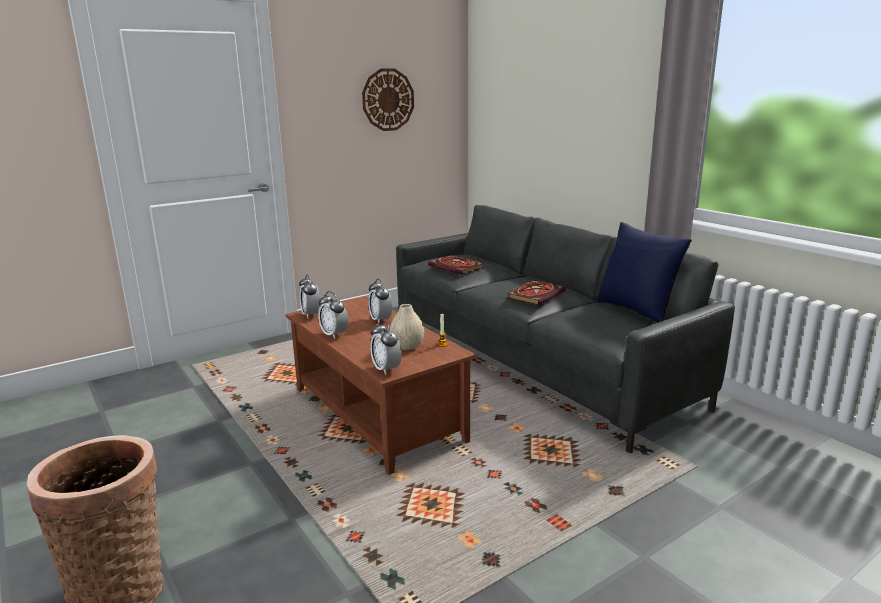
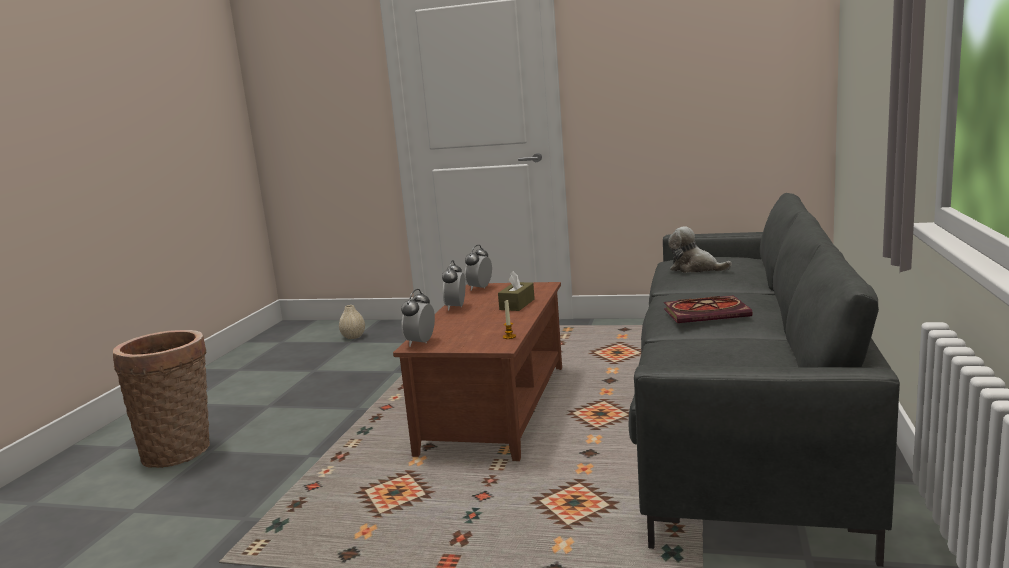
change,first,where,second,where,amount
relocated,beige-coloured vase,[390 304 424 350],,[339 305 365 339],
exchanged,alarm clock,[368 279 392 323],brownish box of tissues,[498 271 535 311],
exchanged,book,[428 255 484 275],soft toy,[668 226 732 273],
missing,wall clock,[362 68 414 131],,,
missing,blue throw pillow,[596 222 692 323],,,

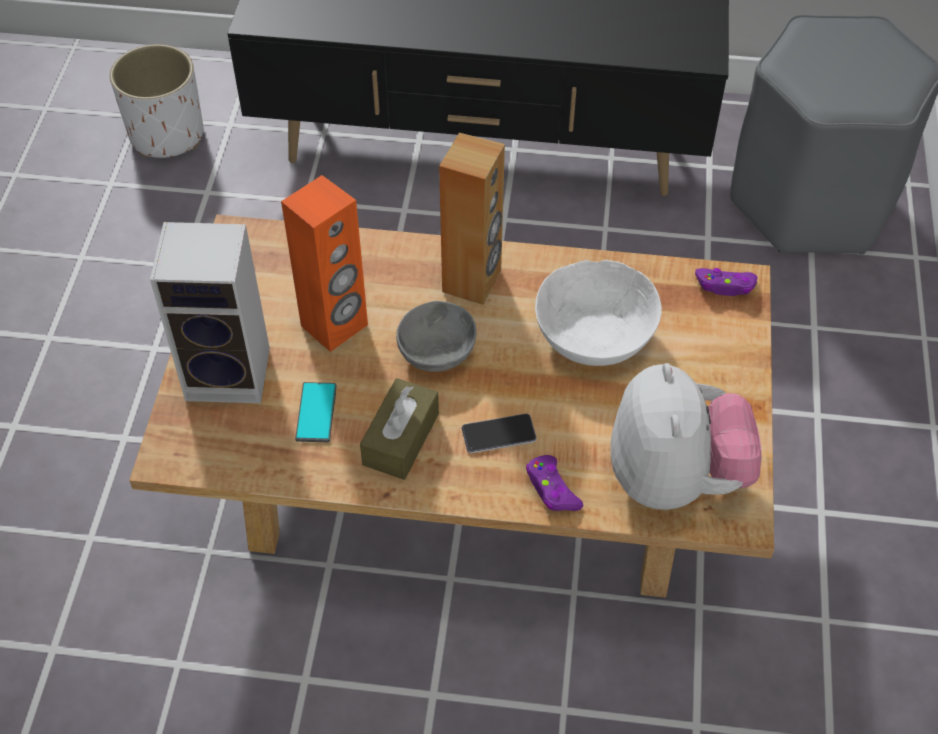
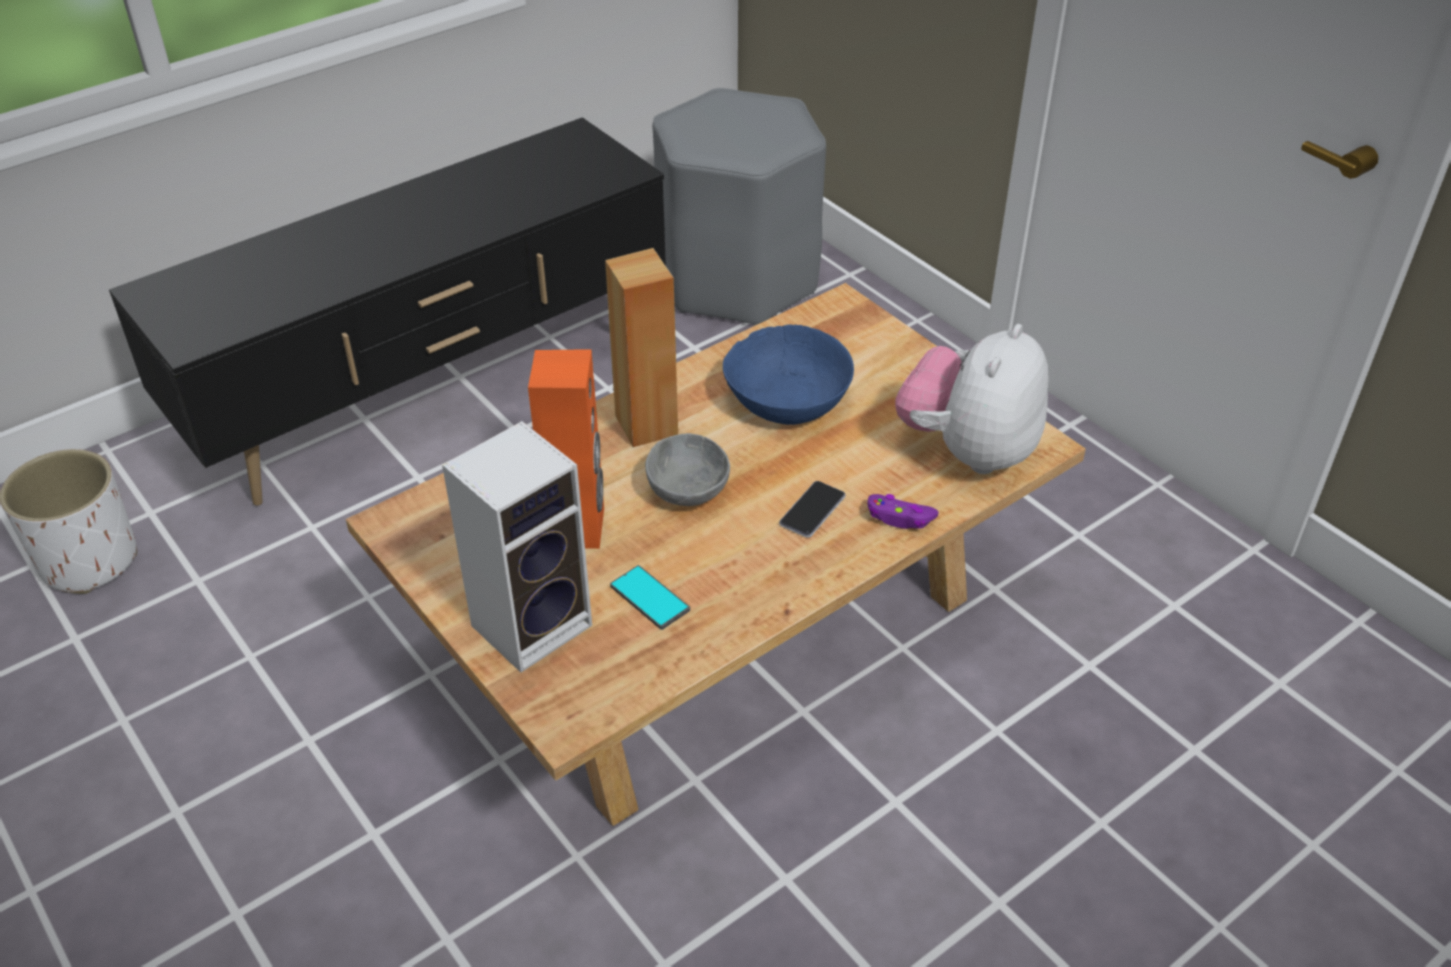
change,first,where,second,where,amount
colour,whitish bowl,[535 260 662 366],blue bowl,[723 324 854 425],
spun,soft toy,[611 363 761 510],,[895 324 1048 474],105 degrees counterclockwise
missing,brownish box of tissues,[360 378 439 480],,,
missing,purple joypad,[695 268 758 296],,,

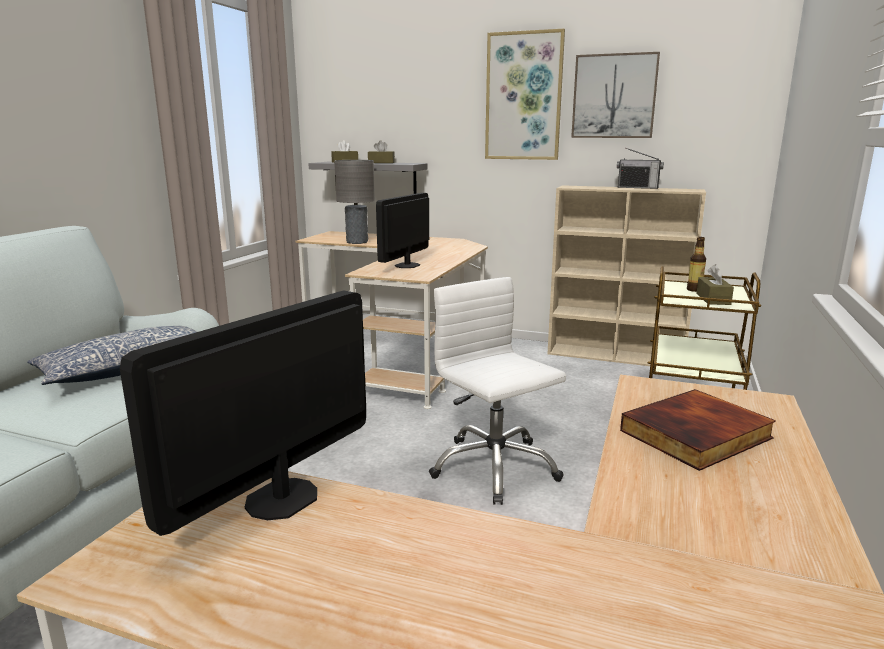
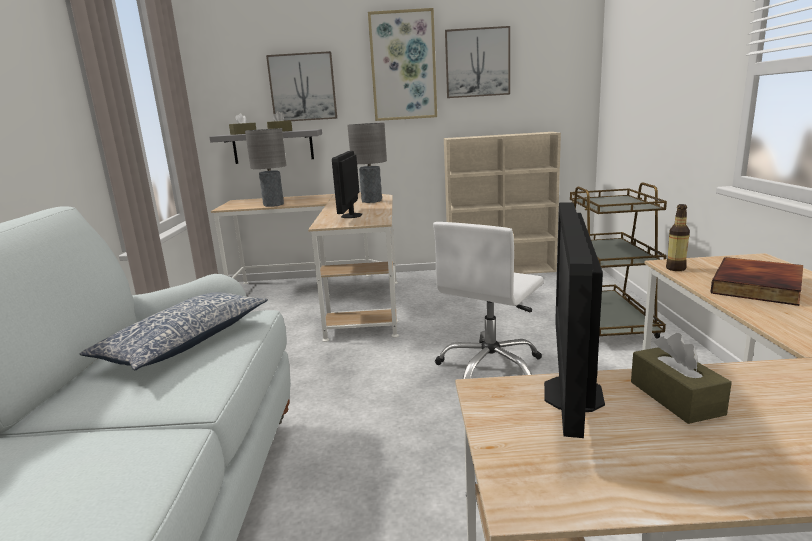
change,first,where,second,where,amount
appeared,,,wall picture,[266 51 337 121],
appeared,,,gray tabletop lamp,[347 123 387 203],
spun,whitish desk chair,[429 277 566 505],,[433 222 544 379],90 degrees counterclockwise
relocated,brownish box of tissues,[696 264 734 305],,[631 333 732 424],
relocated,beverage bottle,[687 237 706 292],,[666 204 690 271],
missing,radio,[617 148 664 189],,,

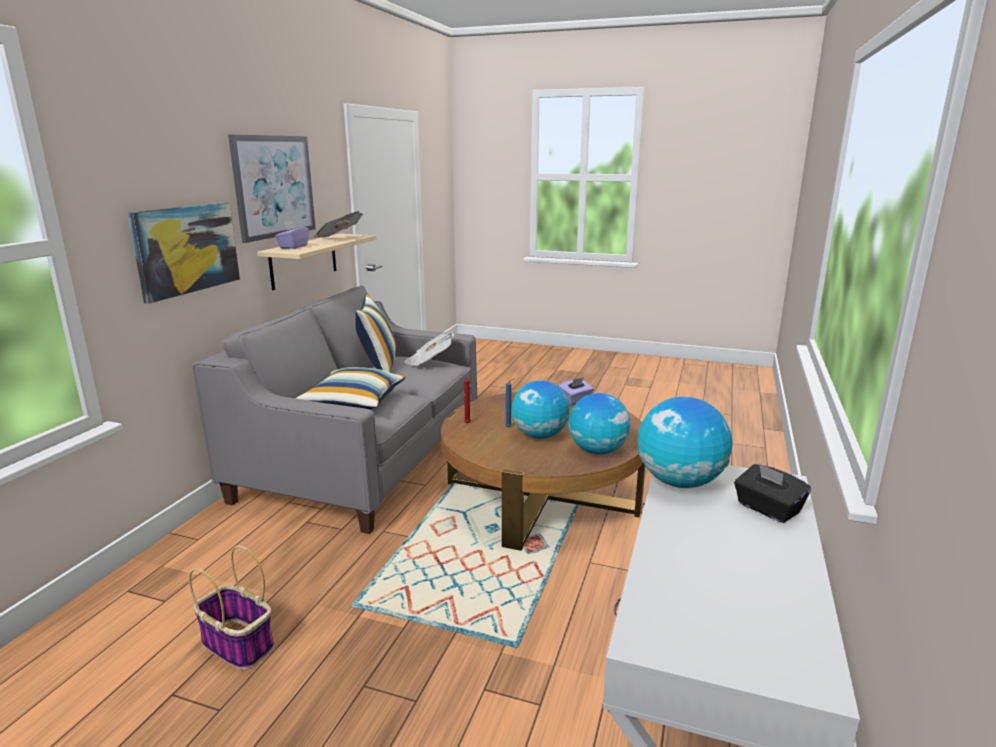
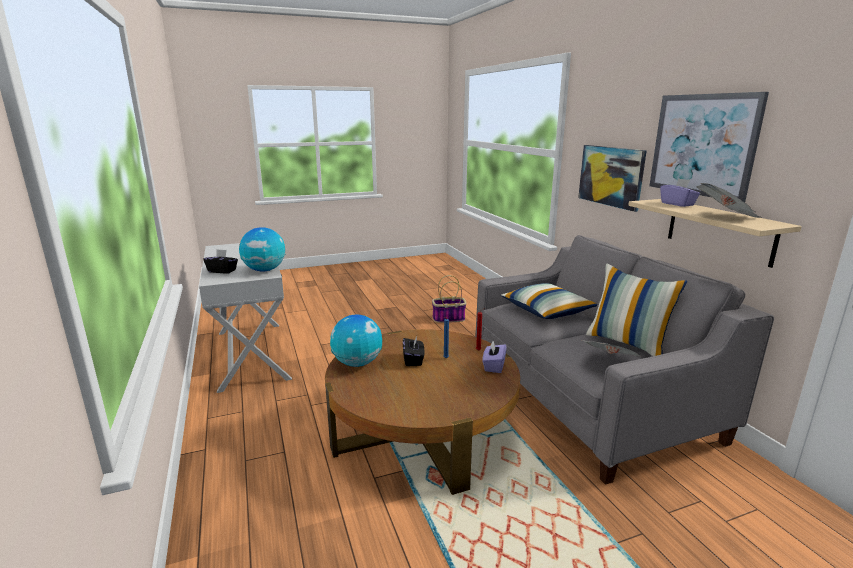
change,first,where,second,where,amount
exchanged,globe,[512 380 570 439],blackish box of tissues,[403 336 425 366],
relocated,purple box of tissues,[558 377 594 405],,[482 341 507 373],

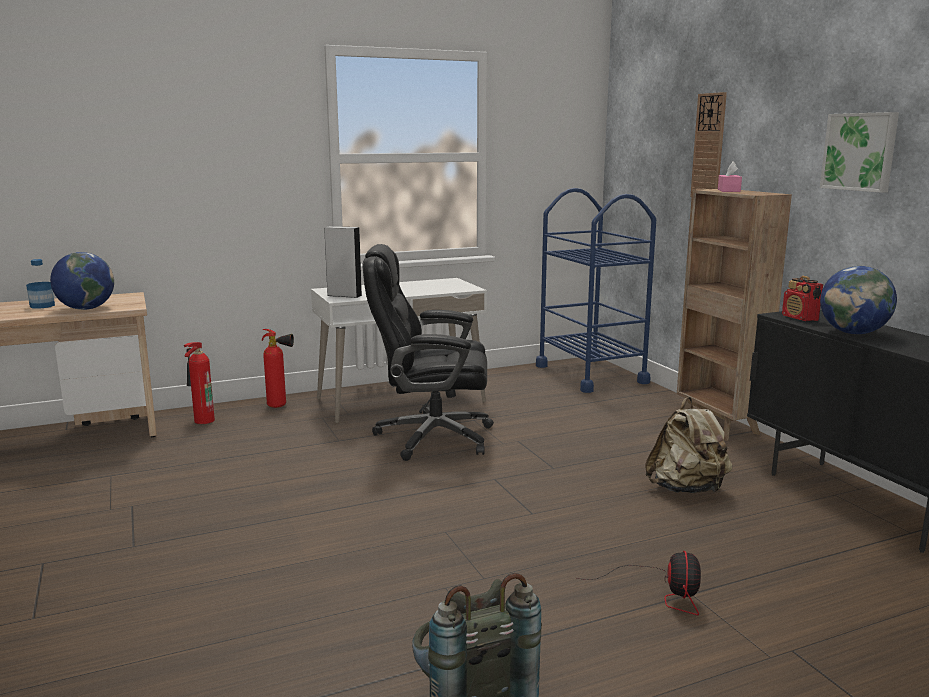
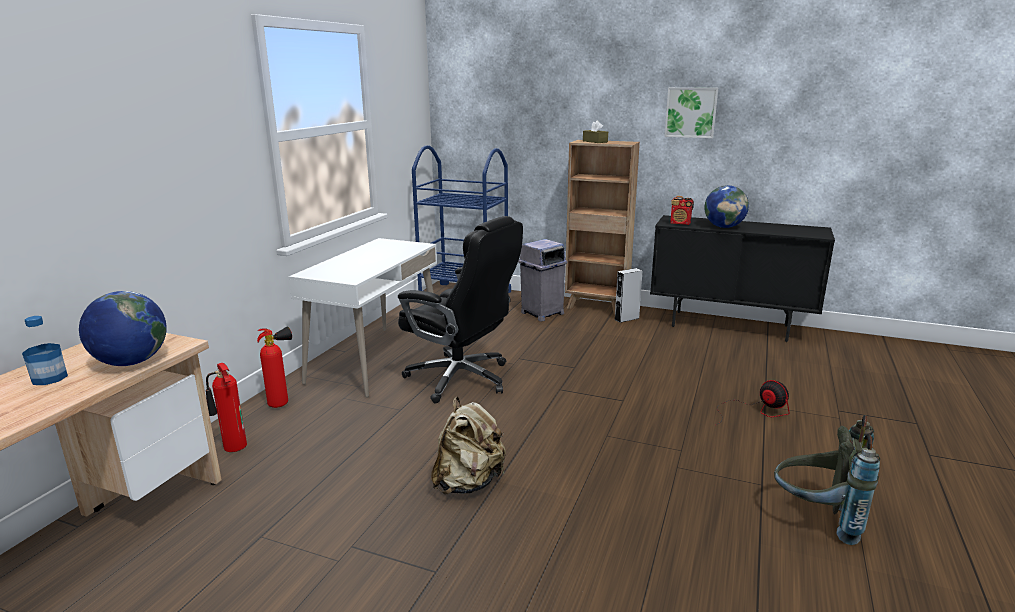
change,first,where,second,where,amount
spun,blackish desk chair,[362 244 494 461],,[398 216 523 403],105 degrees counterclockwise
relocated,beige-coloured backpack,[645 397 732 493],,[431 397 506 494],
appeared,,,gray waste bin,[518 239 567 321],
colour,pink-coloured box of tissues,[718 161 742 192],brownish box of tissues,[583 121 608 143],
relocated,gray audio speaker,[324 226 362 298],,[614 268 643 323],
missing,wall clock,[690 92 727 197],,,

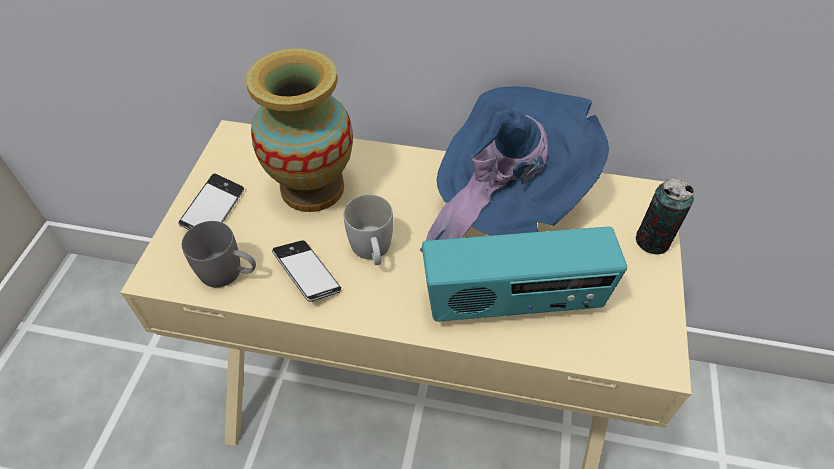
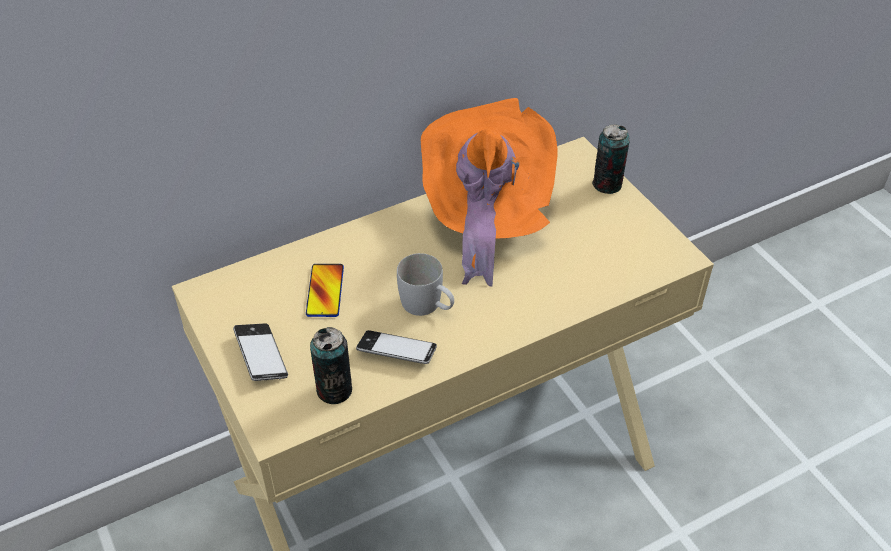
change,first,where,second,where,amount
exchanged,vase,[246 48 353 212],handset,[306 264 344 317],
exchanged,gray mug,[182 221 256 288],can,[310 327 352 404],
colour,blue hat,[420 86 609 253],orangey hat,[421 98 558 287],
missing,radio,[422 226 627 322],,,

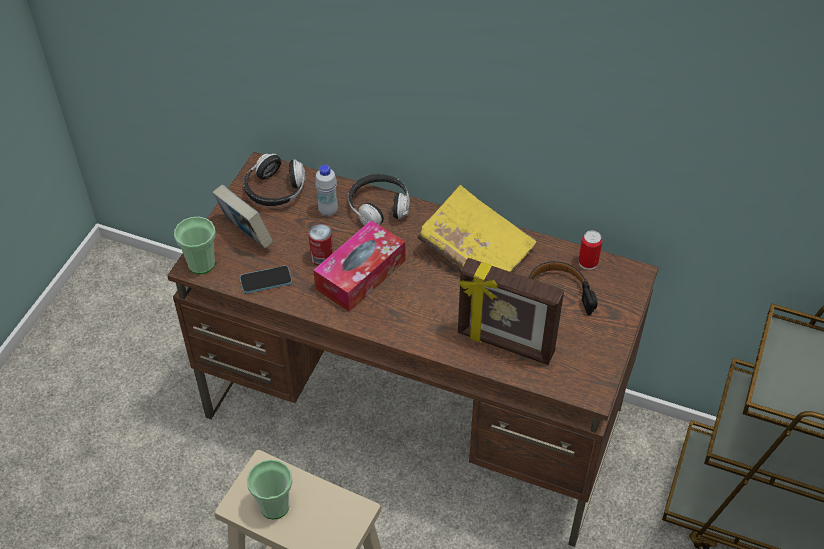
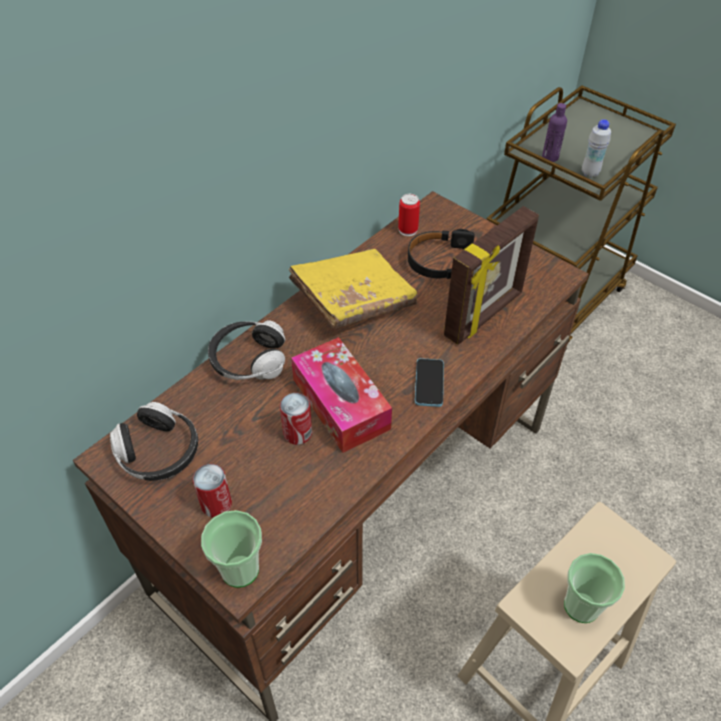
change,first,where,second,where,amount
exchanged,book,[212 185 273 249],can,[193 464 232 518],
relocated,handset,[240 266 292 293],,[415 358 444 407],
appeared,,,purple beverage bottle,[542 103 567 162],
relocated,whitish beverage bottle,[315 165 338 217],,[582 119 611 177],

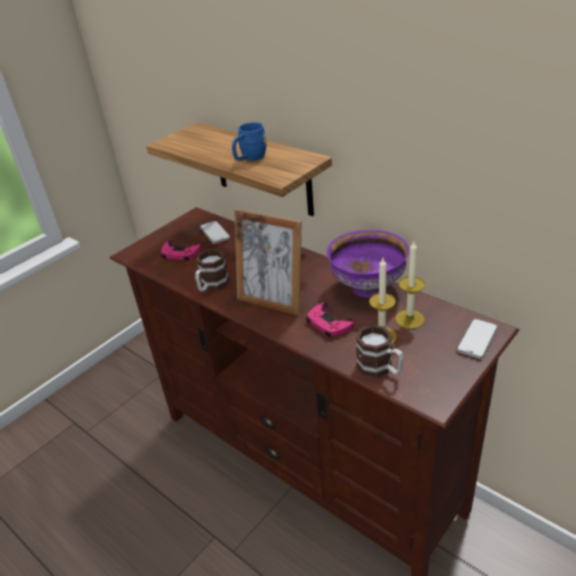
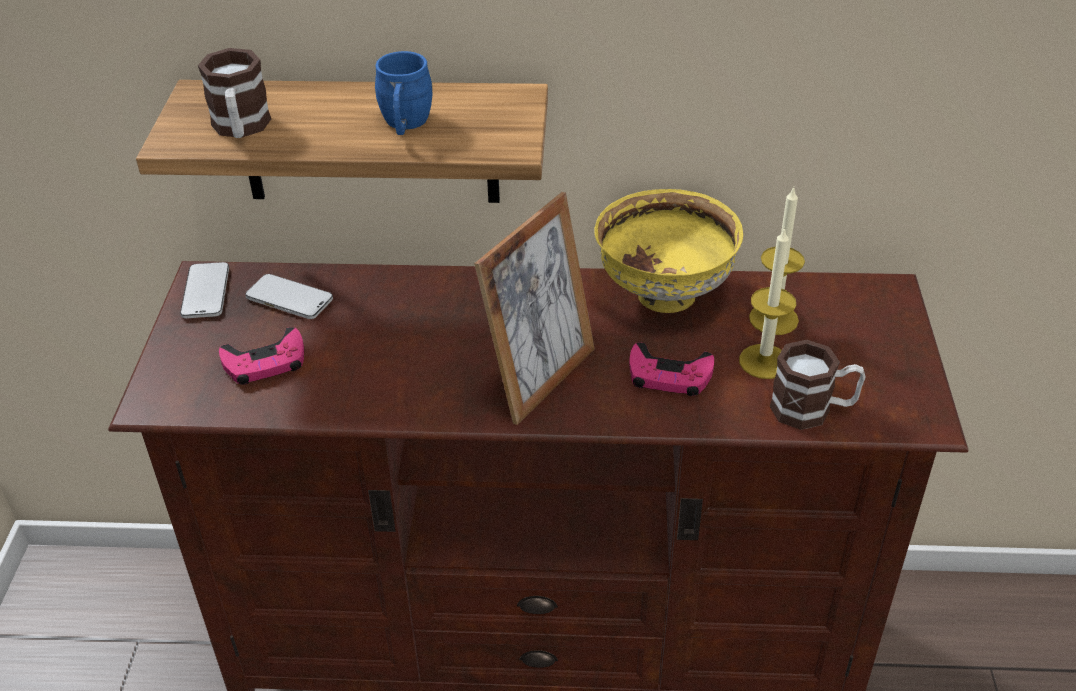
change,first,where,second,where,amount
relocated,handset,[457 319 497 358],,[180 262 229 318],
relocated,mug,[195 249 229 292],,[198 48 271 138],
spun,picture frame,[234 209 302 316],,[474 192 595 425],45 degrees counterclockwise
colour,purple bowl,[327 230 410 298],yellow-coloured bowl,[594 189 743 313],

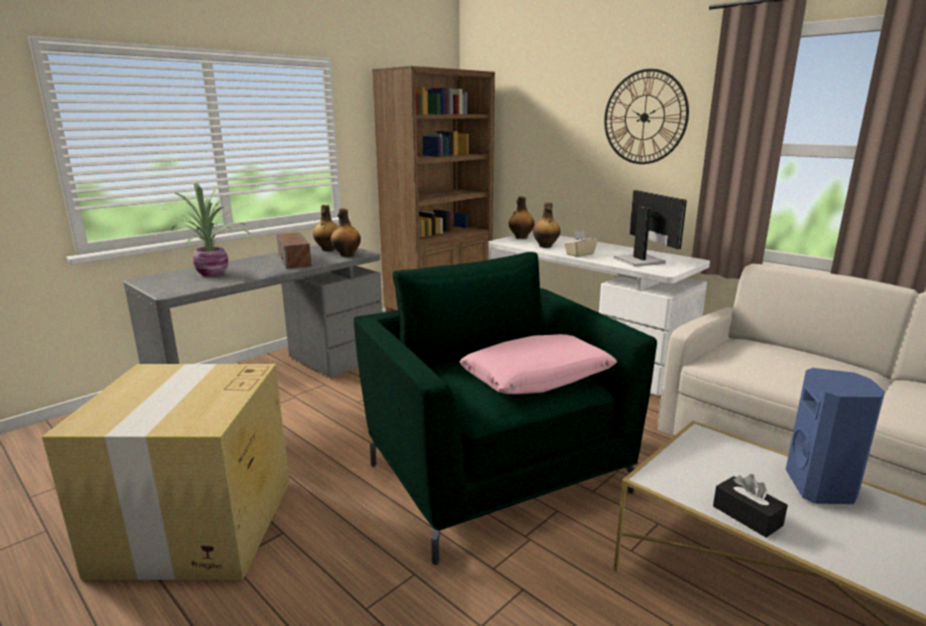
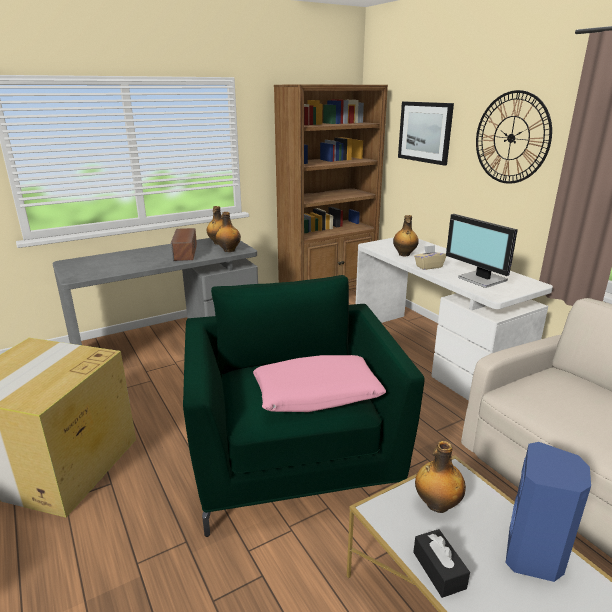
change,first,where,second,where,amount
appeared,,,wall picture,[398 102 454 166],
relocated,beverage bottle,[509 196 535 239],,[415 441 466 513],
spun,monitor,[614 190 687 267],,[446 214 518 288],150 degrees clockwise
missing,potted plant,[156 182 252 276],,,

